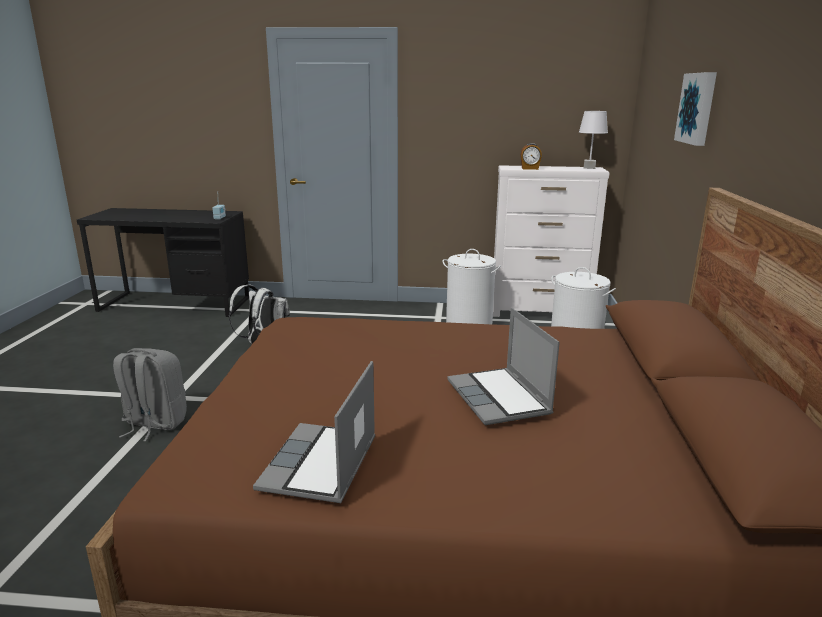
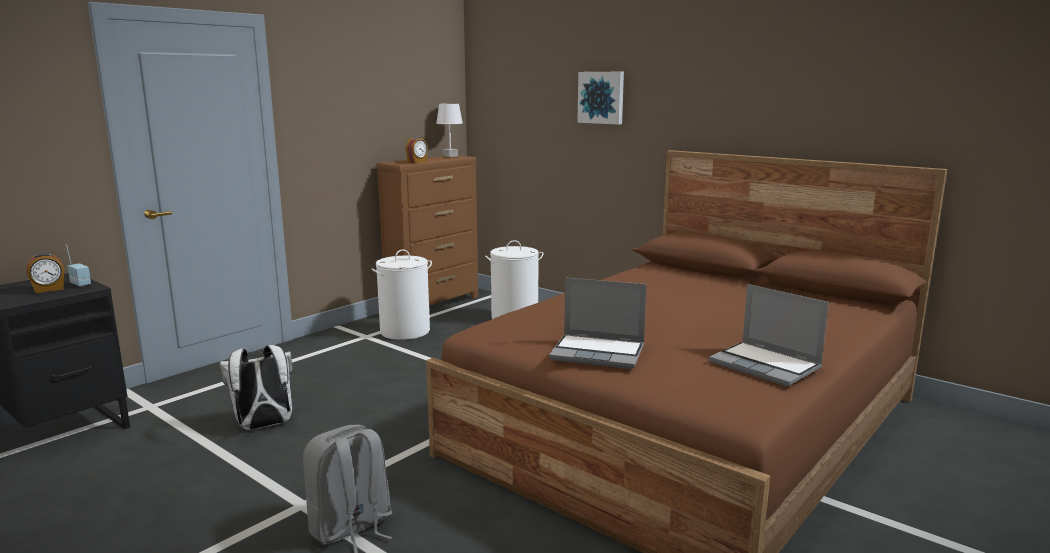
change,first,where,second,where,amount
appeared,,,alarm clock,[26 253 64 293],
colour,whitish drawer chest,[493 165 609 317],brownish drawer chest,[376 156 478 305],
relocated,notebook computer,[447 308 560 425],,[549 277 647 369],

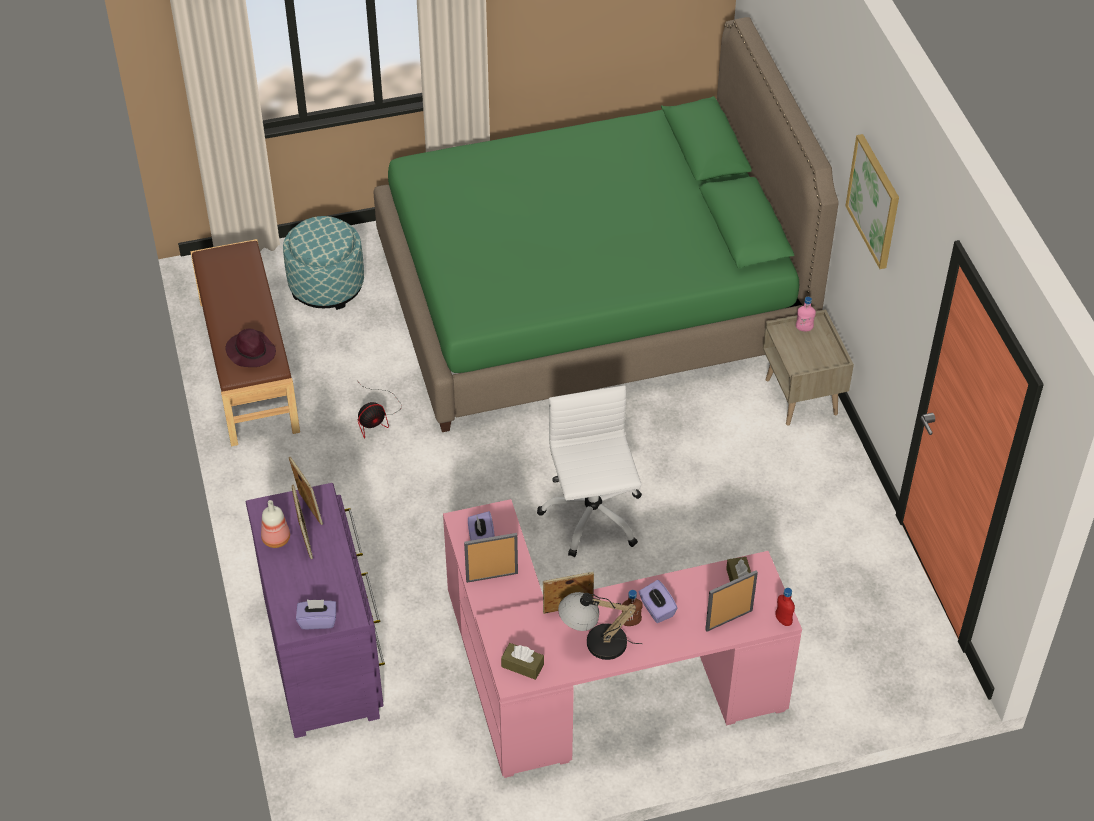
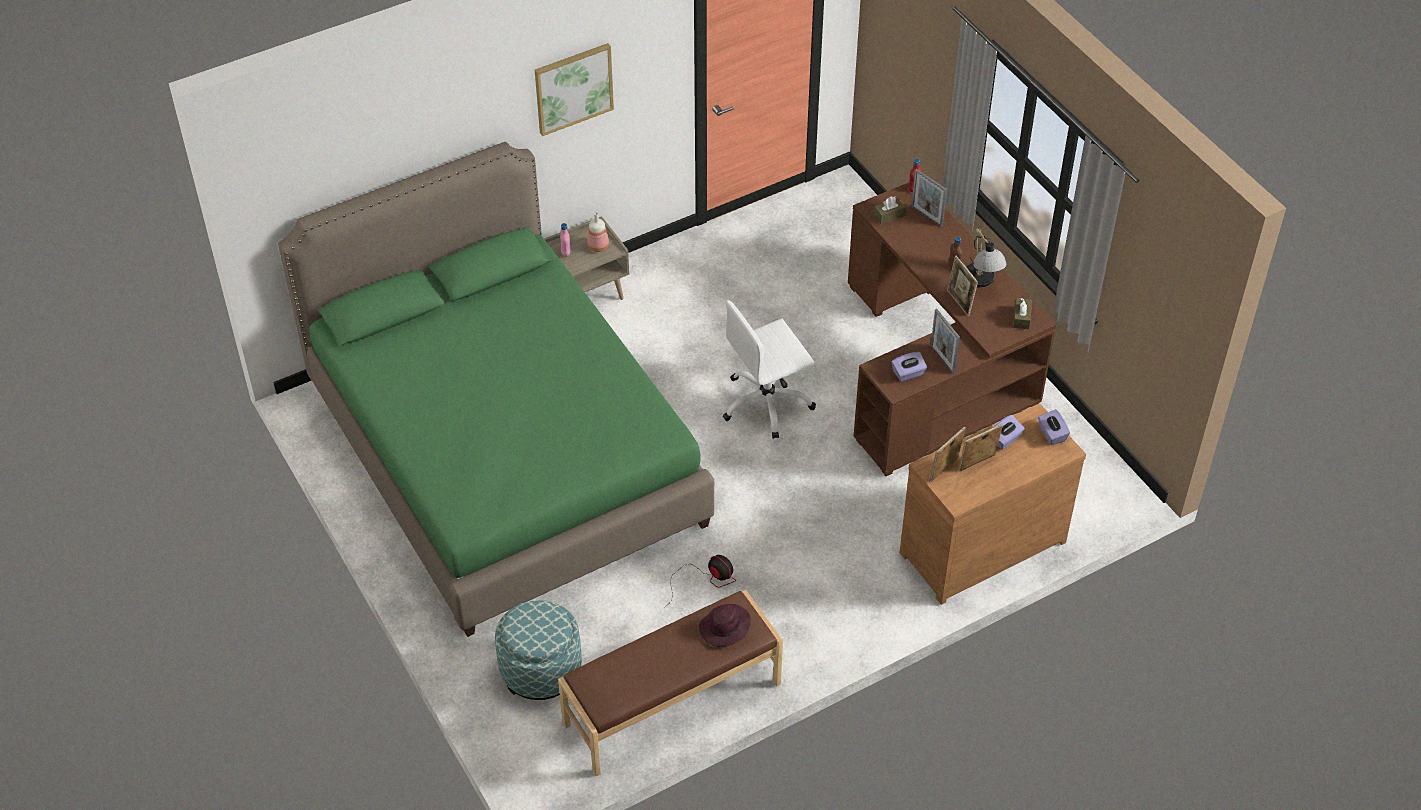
change,first,where,second,where,amount
relocated,beverage bottle,[261 500 290 548],,[587 212 609 252],
colour,pink-coloured desk,[443 499 802 778],brownish desk,[848 182 1056 476],
colour,purple drawer chest,[245 483 385 738],brownish drawer chest,[900 403 1086 605],
relocated,purple box of tissues,[639 580 677 623],,[992 415 1025 450],

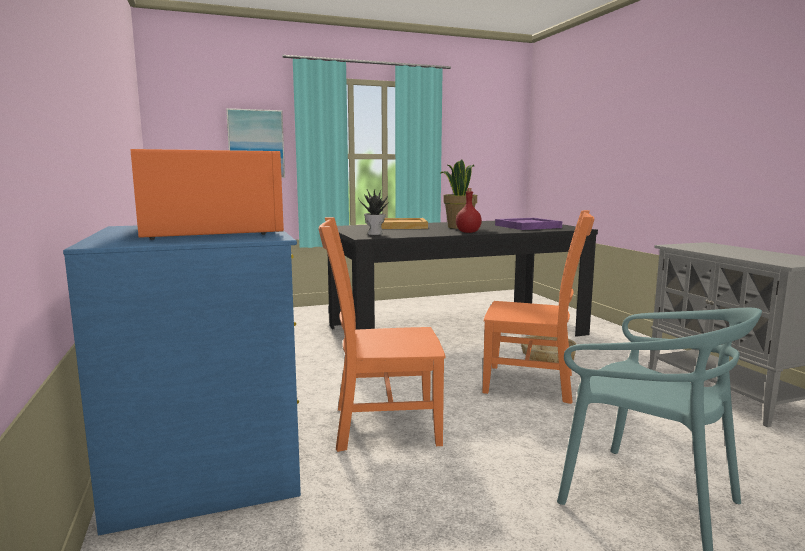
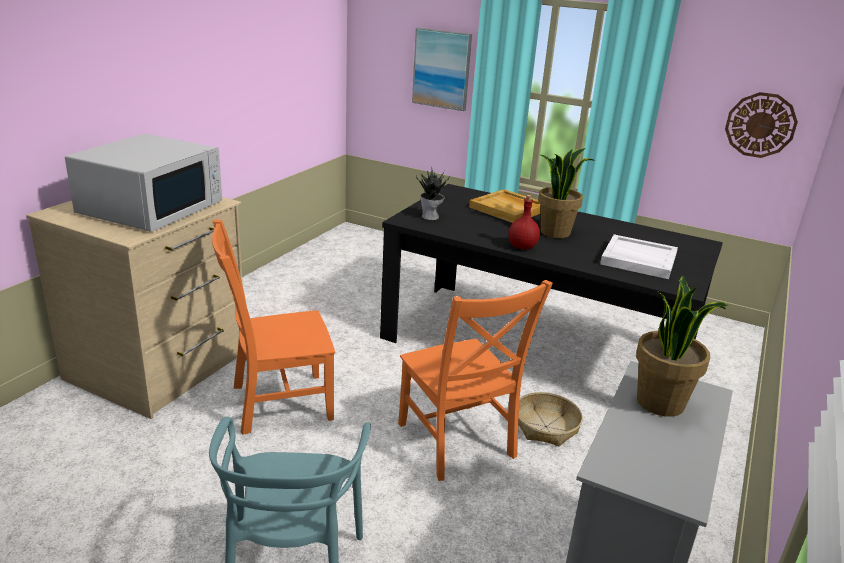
change,first,where,second,where,amount
colour,blue drawer chest,[63 226 301 535],beige-coloured drawer chest,[26 197 243 419],
colour,orangey microwave,[130 149 284 240],whitish microwave,[65 134 222 232],
spun,orangey plain chair,[319 217 445 452],,[212 220 335 435],60 degrees counterclockwise
colour,purple serving tray,[495 218 562 230],whitish serving tray,[600 234 678 279],
appeared,,,potted plant,[636 276 728 417],
appeared,,,wall clock,[725 92 798 158],

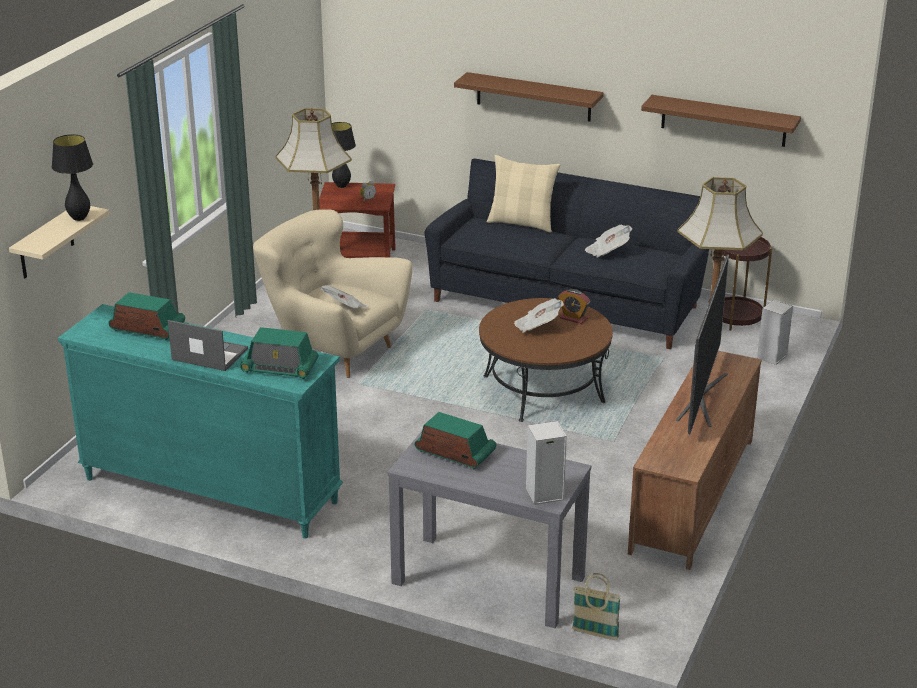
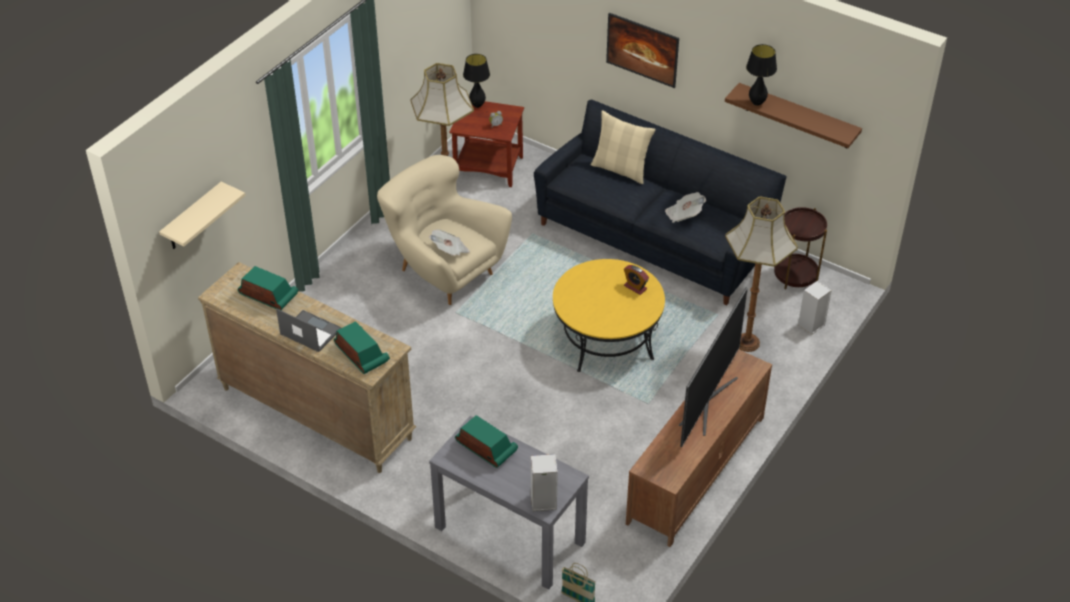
change,first,where,second,where,amount
colour,turquoise-coloured drawer chest,[58 304 343 539],beige-coloured drawer chest,[198 262 417 473],
spun,radio,[240 327 318 379],,[334 321 390 374],150 degrees counterclockwise
colour,brownish coffee table,[479 298 613 422],yellow-coloured coffee table,[553 259 665 372],
exchanged,brownish bracket shelf,[454 72 604 122],wall picture,[606 13 679 88],
relocated,blackish tabletop lamp,[52 134 93 221],,[746 44 777 106],
missing,printed paper,[514 298 564 333],,,

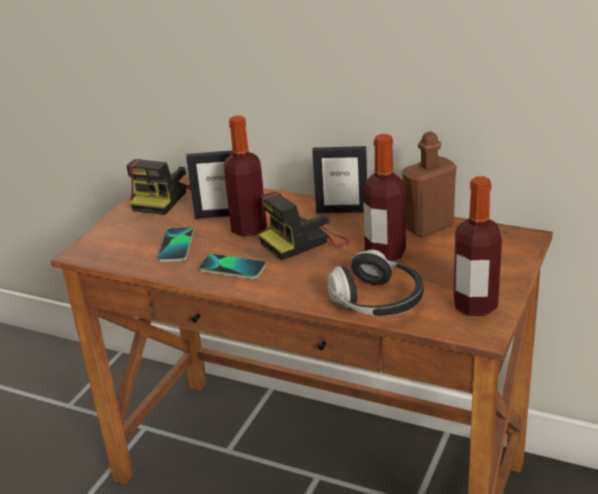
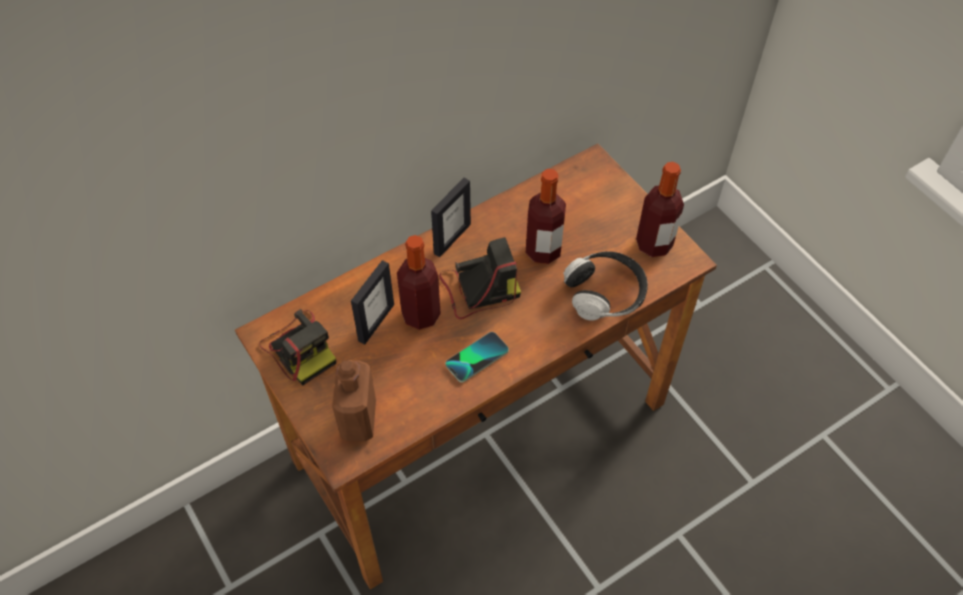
change,first,where,second,where,amount
relocated,brownish beverage bottle,[402 131 456 237],,[332 360 376 441],
spun,still camera,[259 192 349 260],,[439 237 521 319],105 degrees counterclockwise
missing,handset,[157 227 194 262],,,

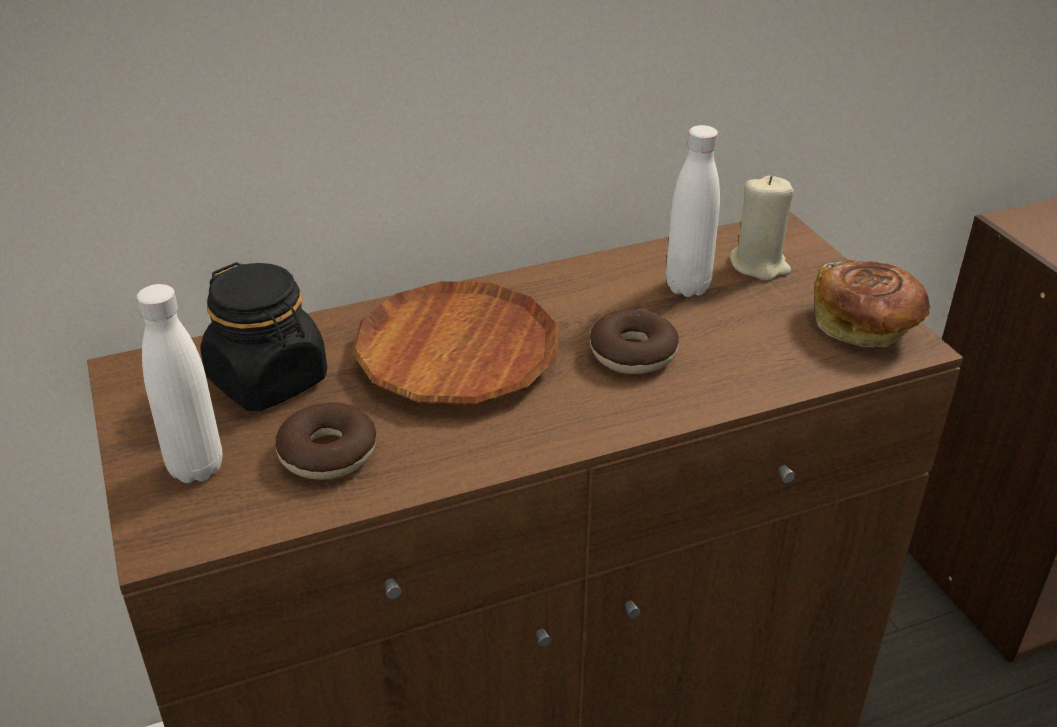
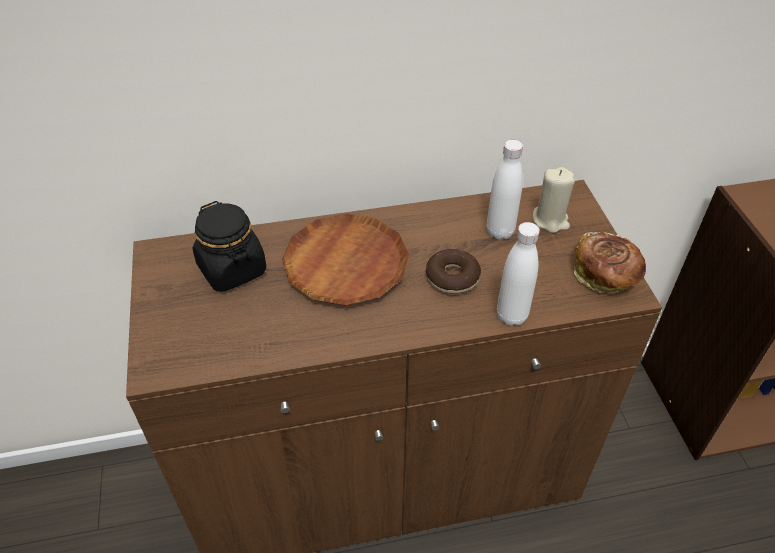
change,first,where,second,where,amount
relocated,whitish beverage bottle,[136 284 222 483],,[497 222 540 326],
missing,ring doughnut,[275 402 376 480],,,

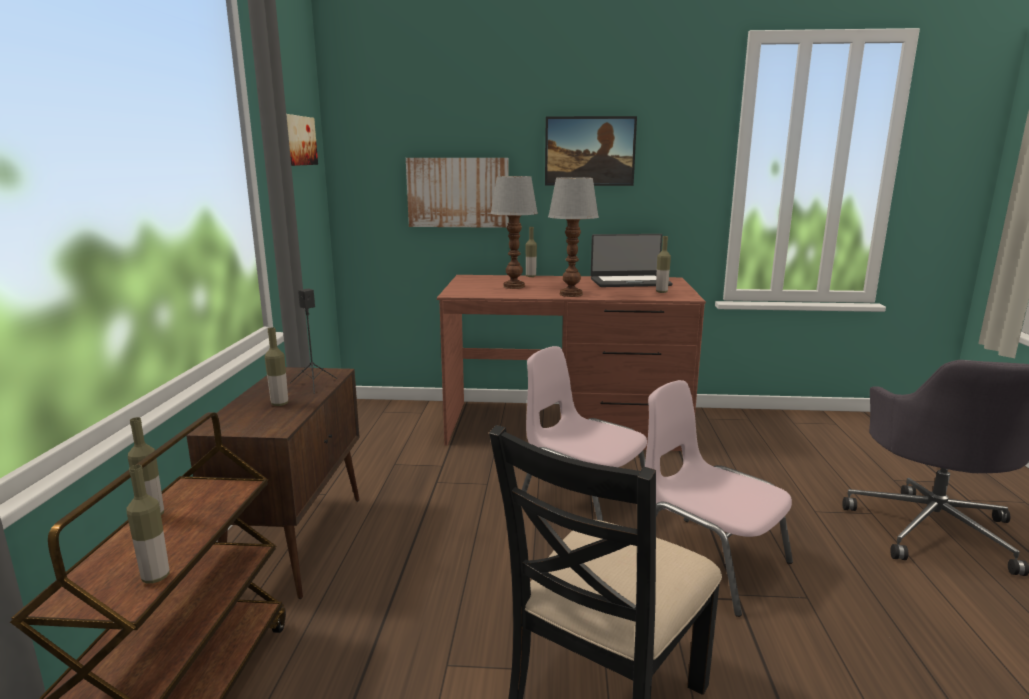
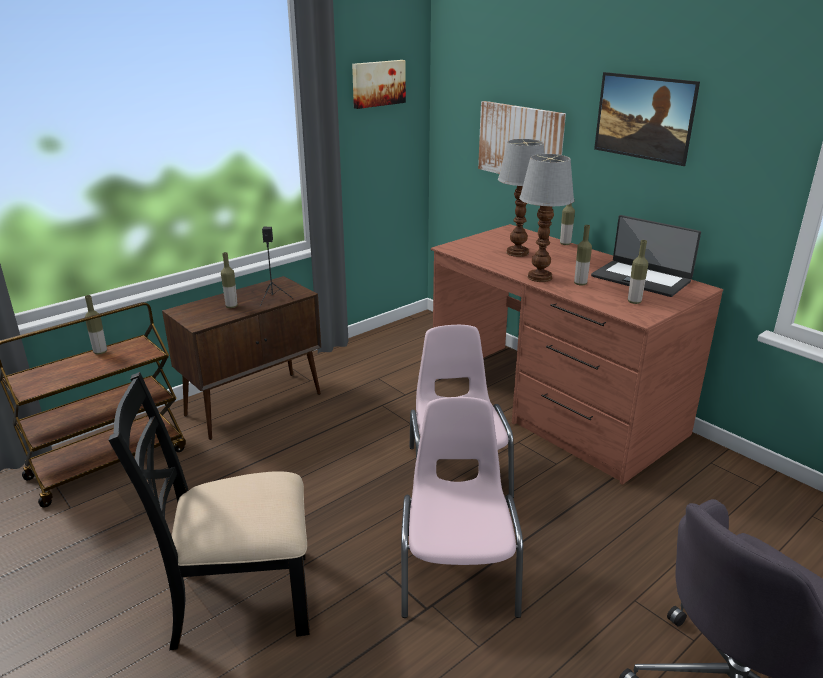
change,first,where,second,where,amount
relocated,beverage bottle,[126 465 170 584],,[574 225 592 286],

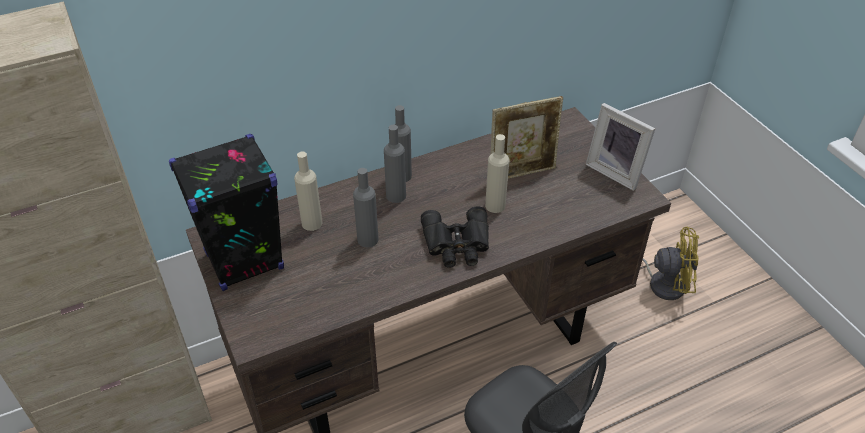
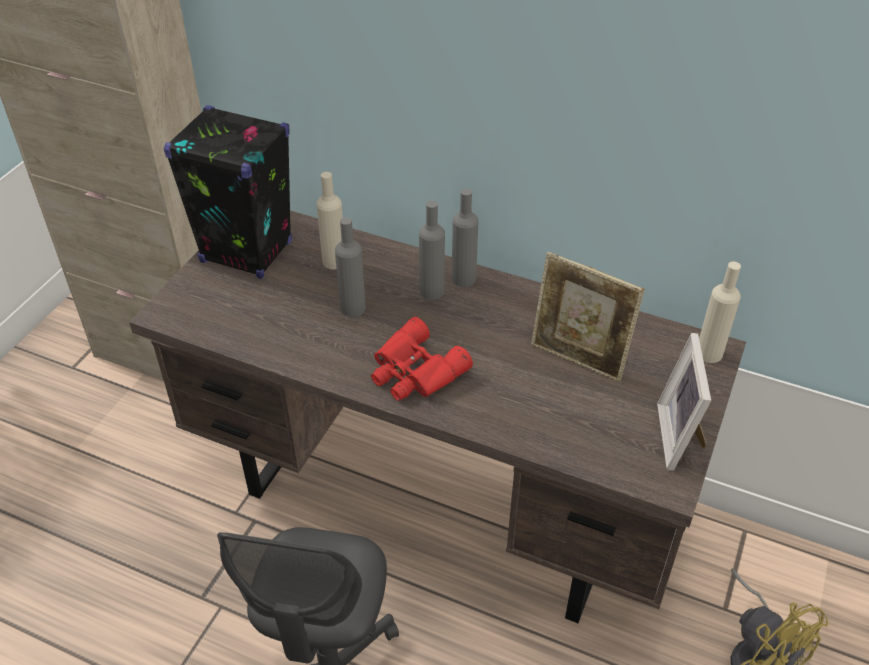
change,first,where,second,where,amount
colour,blackish pair of binoculars,[421 206 489 268],red pair of binoculars,[371 317 473 401],
relocated,beige-coloured beverage bottle,[485 134 509 213],,[699 262 741 363],

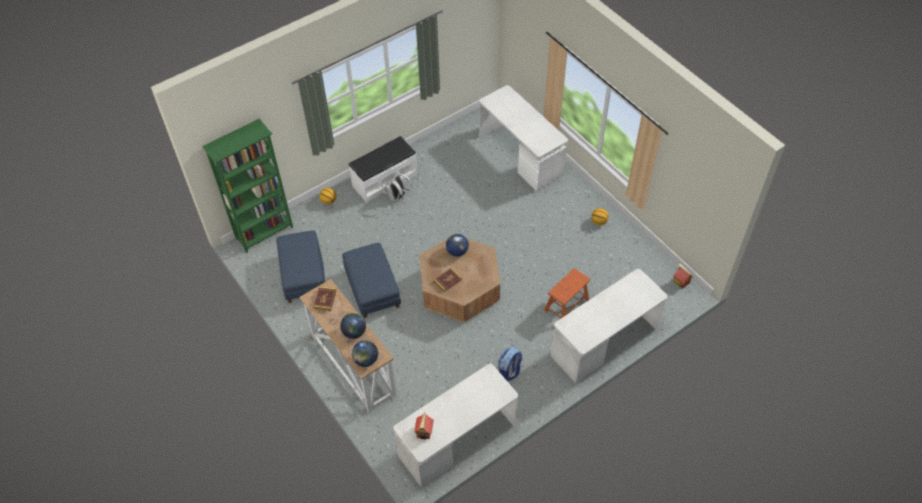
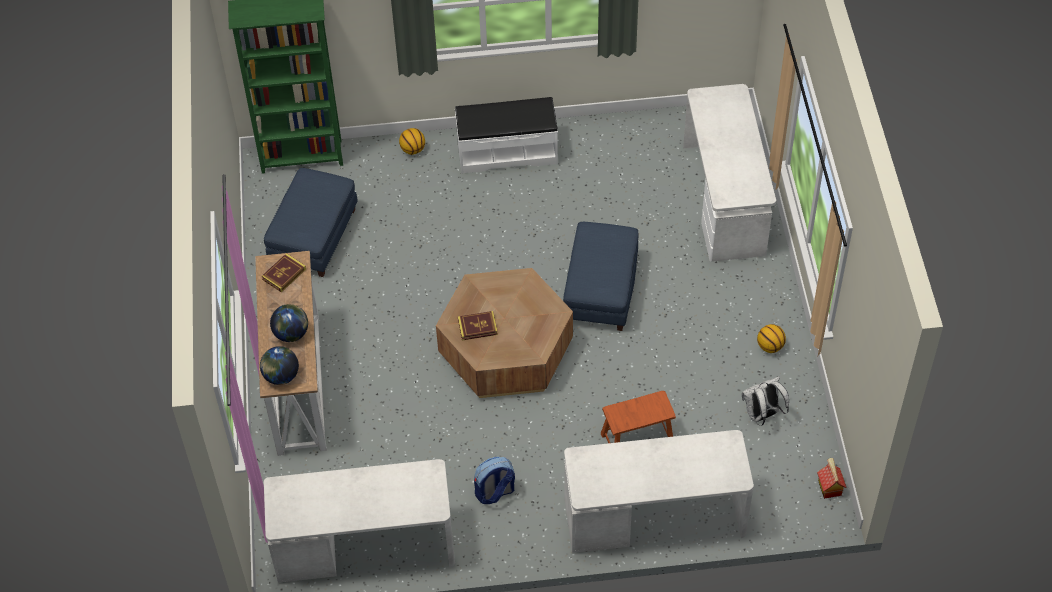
change,first,where,second,where,amount
relocated,blue footrest,[342 243 401 318],,[563 222 638 331],
relocated,whitish backpack,[384 171 412 202],,[742 376 789 426],
missing,miniature house,[414 412 434 439],,,
missing,globe,[446 234 469 257],,,

